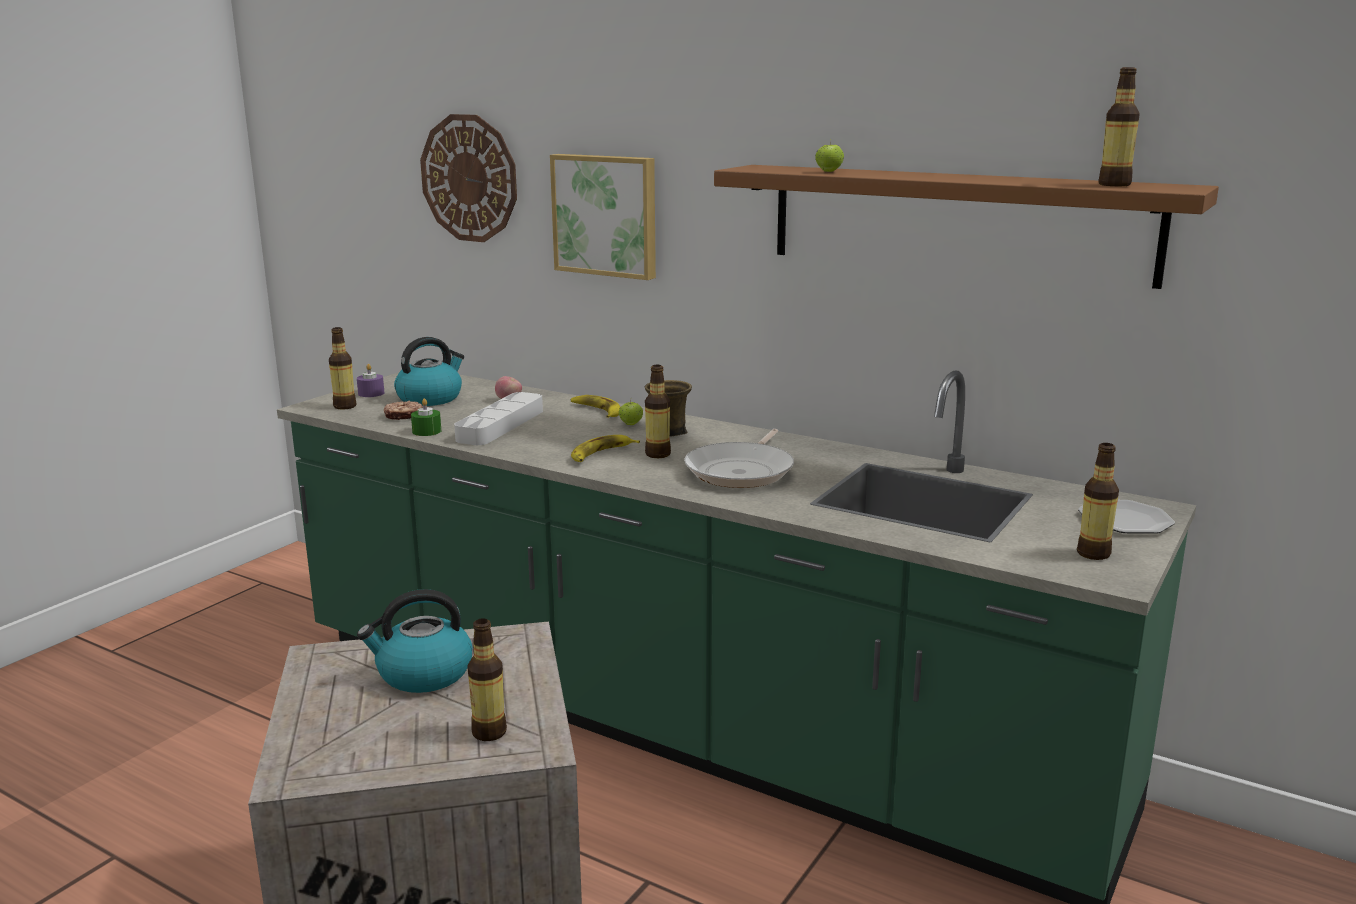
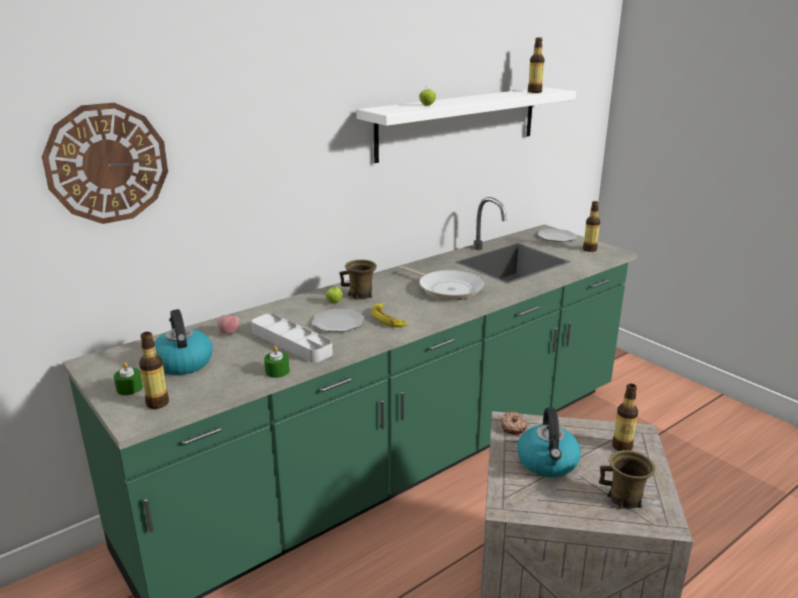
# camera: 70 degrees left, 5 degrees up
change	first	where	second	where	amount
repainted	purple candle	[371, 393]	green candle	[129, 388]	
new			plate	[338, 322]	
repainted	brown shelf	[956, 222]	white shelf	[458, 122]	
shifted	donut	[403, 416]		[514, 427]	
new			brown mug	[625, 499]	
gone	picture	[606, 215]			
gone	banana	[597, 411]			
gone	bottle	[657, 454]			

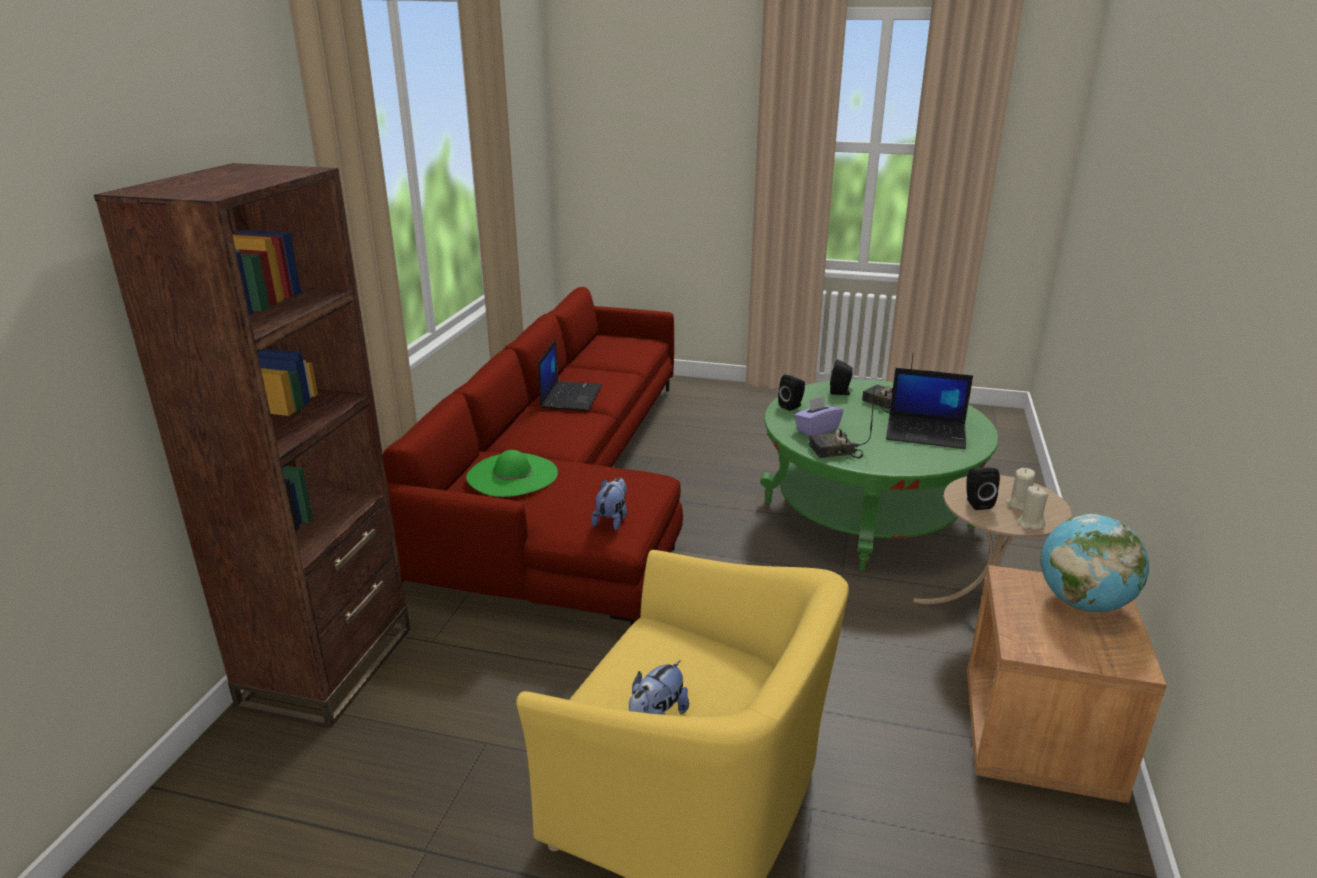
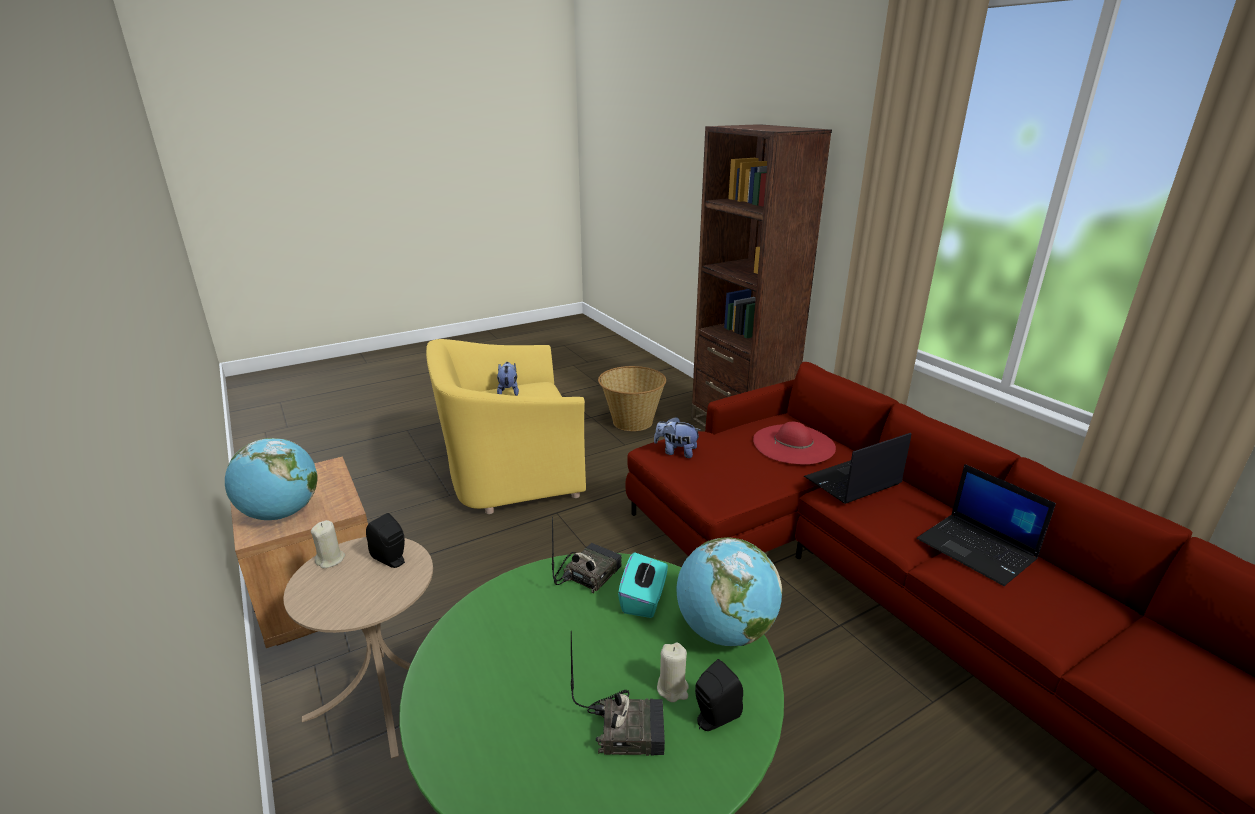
# camera: 135 degrees right, 0 degrees up
change	first	where	second	where	amount
new			basket	[632, 422]	
repainted	purple tissue box	[816, 430]	turquoise tissue box	[643, 599]	
rotated	plush toy	[612, 520]		[676, 452]	135 degrees clockwise
shifted	beige candle	[1018, 504]		[673, 688]	
swapped	black speaker	[792, 406]	globe	[724, 631]	
repainted	green hat	[512, 475]	red hat	[793, 444]	
shifted	laptop	[927, 433]		[852, 482]	

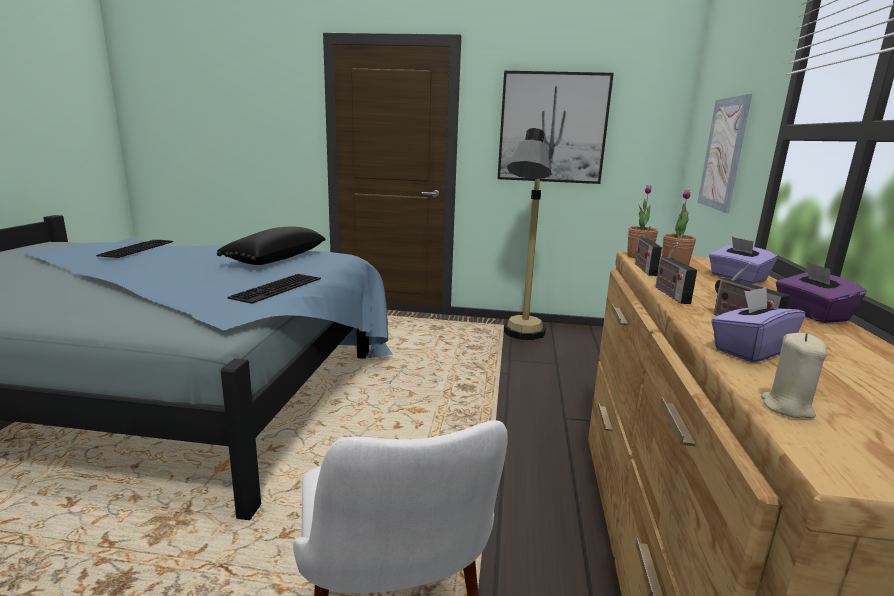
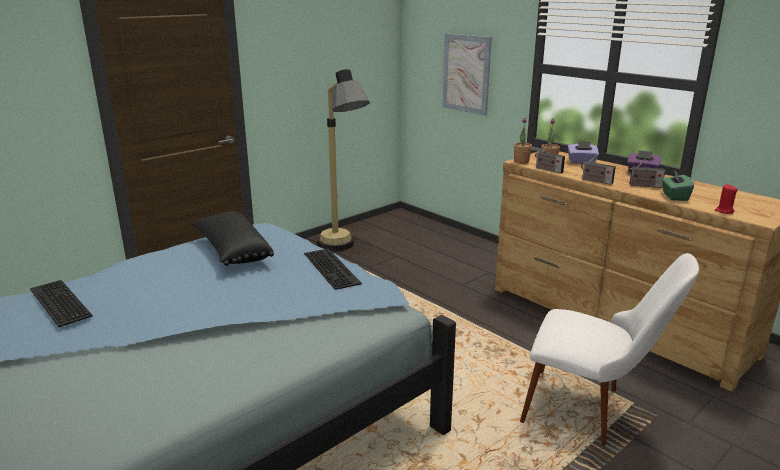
# camera: 50 degrees left, 5 degrees up
change	first	where	second	where	amount
repainted	purple tissue box	[750, 350]	green tissue box	[674, 196]	
repainted	beige candle	[787, 407]	red candle	[724, 211]	
gone	picture	[552, 128]			

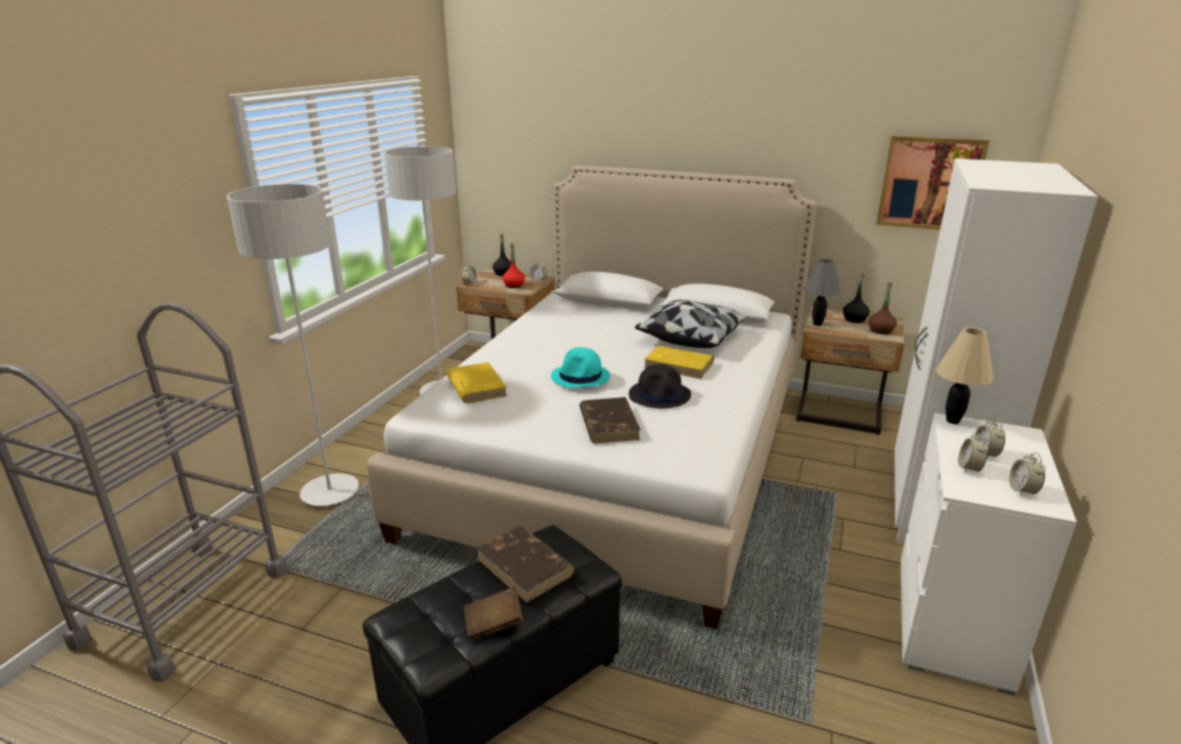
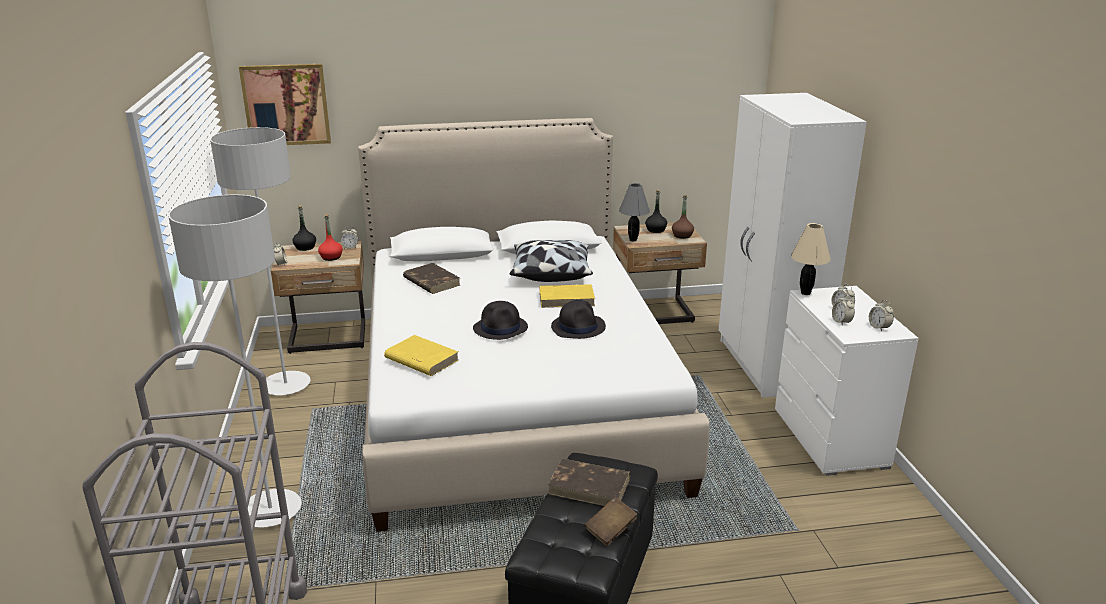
# camera: 30 degrees left, 0 degrees up
change	first	where	second	where	amount
shifted	picture	[930, 183]		[286, 104]	
shifted	brown book	[608, 423]		[431, 281]	
repainted	turquoise hat	[580, 377]	black hat	[501, 328]	

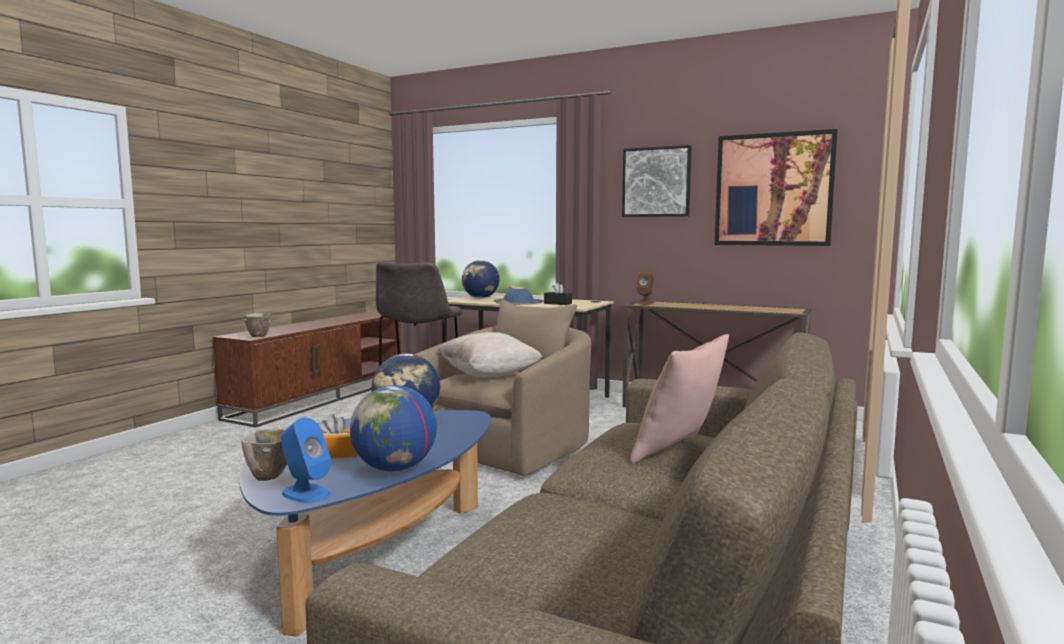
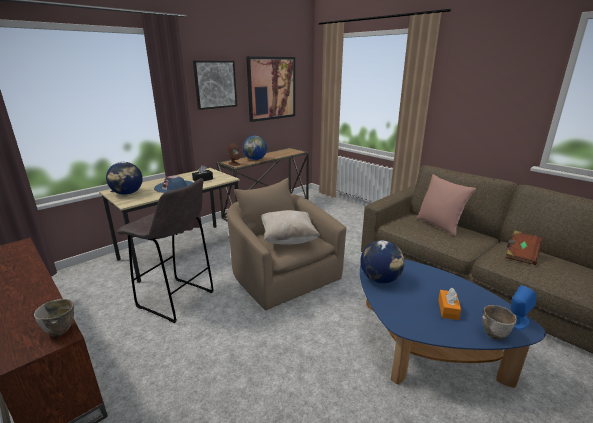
# camera: 70 degrees left, 15 degrees up
change	first	where	second	where	amount
shifted	globe	[395, 468]		[255, 159]	
new			brown book	[521, 254]	

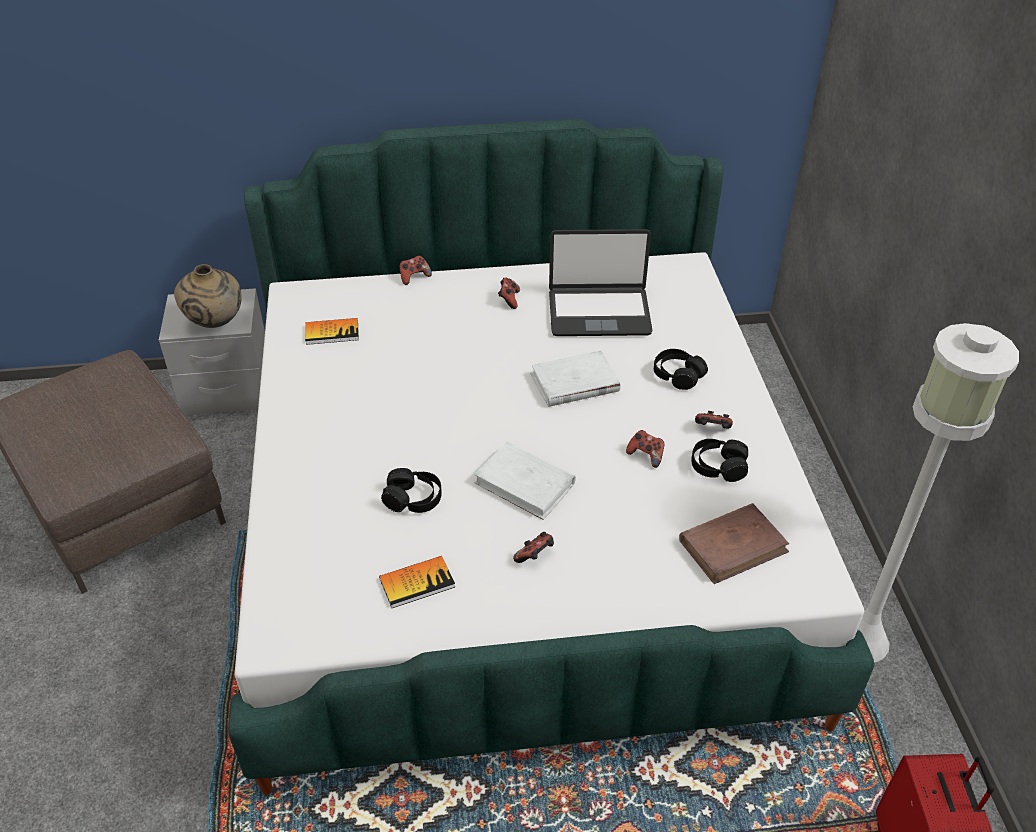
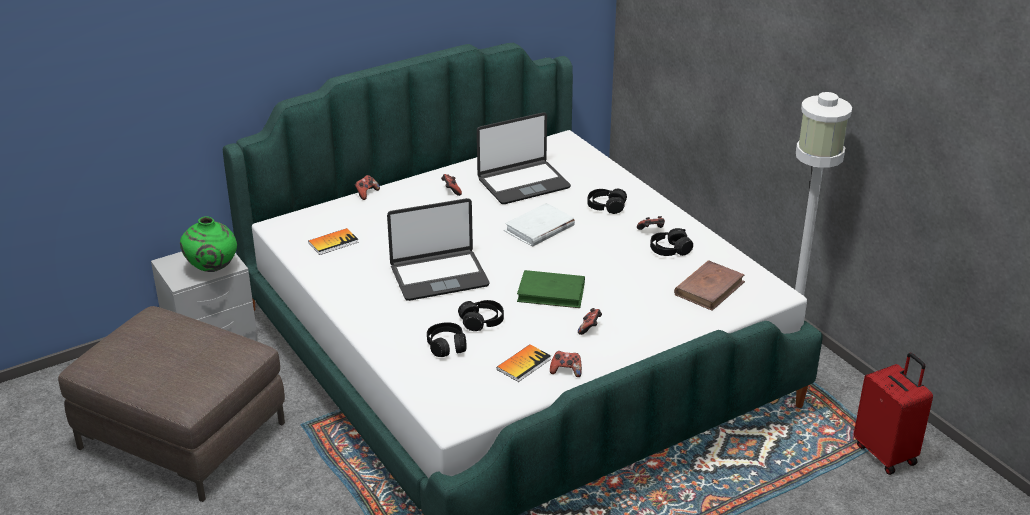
# camera: 25 degrees left, 10 degrees down
change	first	where	second	where	amount
repainted	beige vase	[216, 323]	green vase	[212, 269]	
new			laptop	[439, 276]	
new			black headphones	[446, 346]	
repainted	white book	[525, 483]	green book	[551, 292]	
shifted	game controller	[646, 455]		[566, 371]	

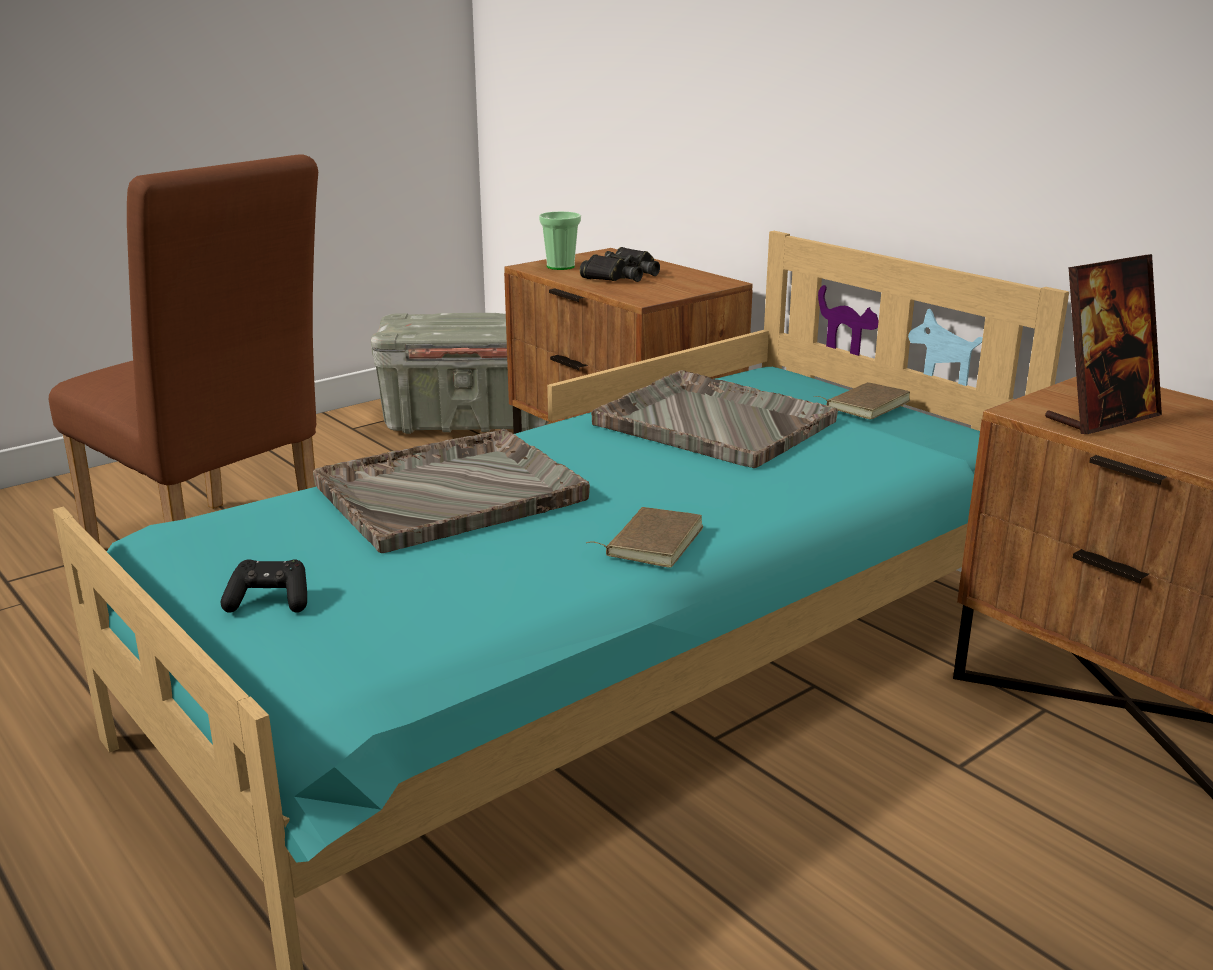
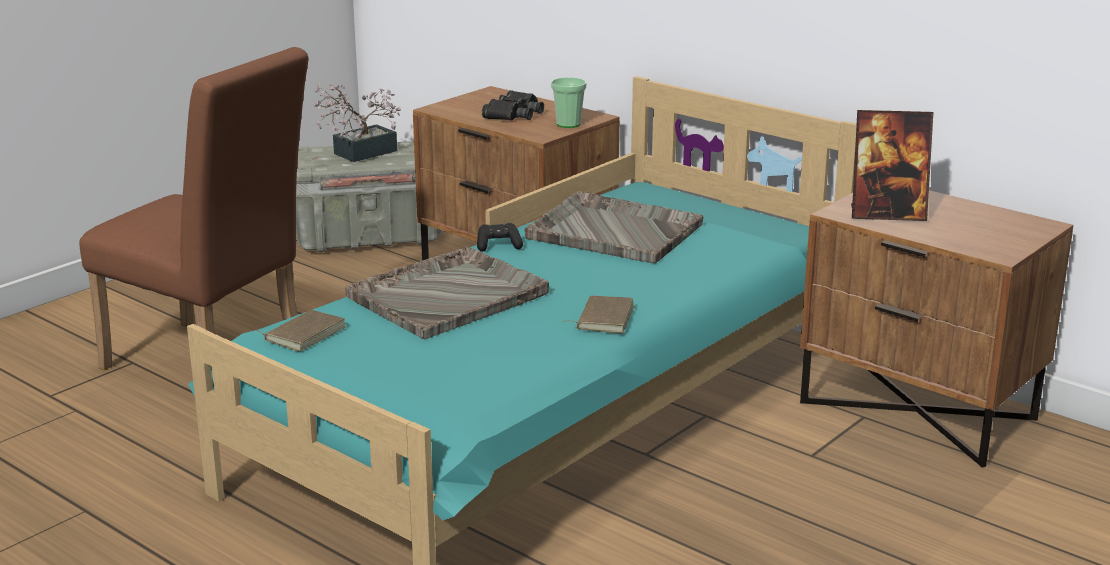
# camera: 10 degrees left, 0 degrees up
change	first	where	second	where	amount
shifted	brown book	[865, 404]		[303, 334]	
new			potted plant	[359, 153]	
shifted	black game controller	[270, 601]		[498, 246]	
shifted	cup	[560, 266]		[568, 124]	
rotated	picture frame	[1102, 418]		[887, 214]	45 degrees clockwise

